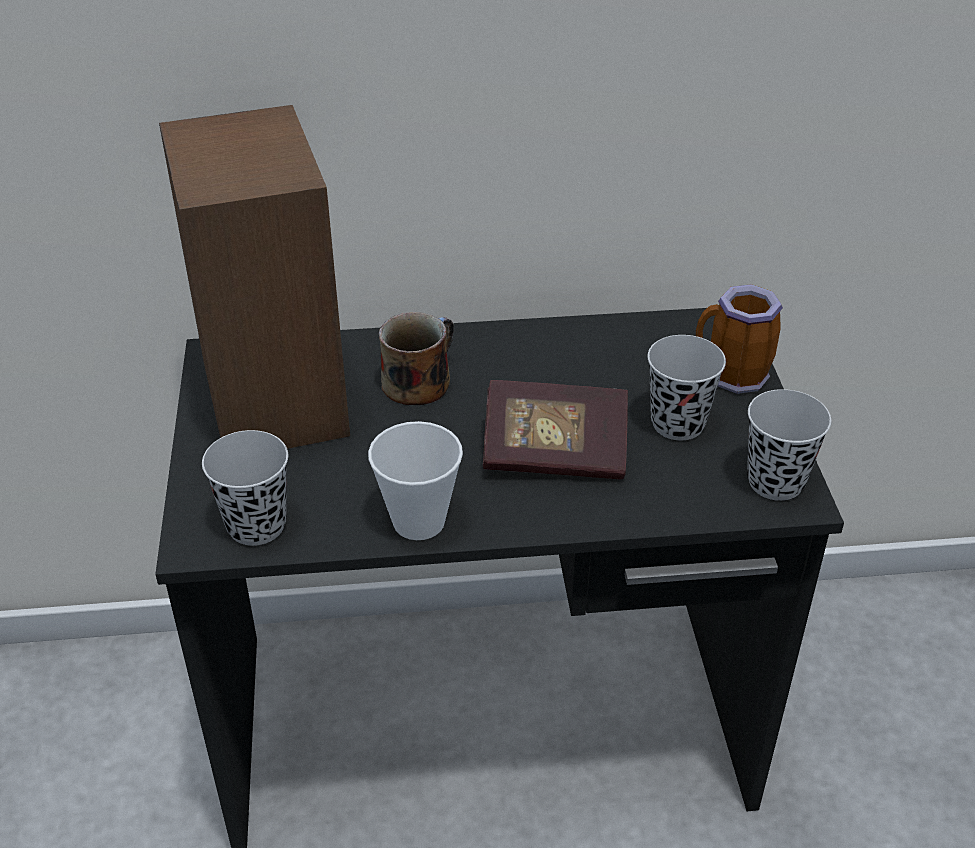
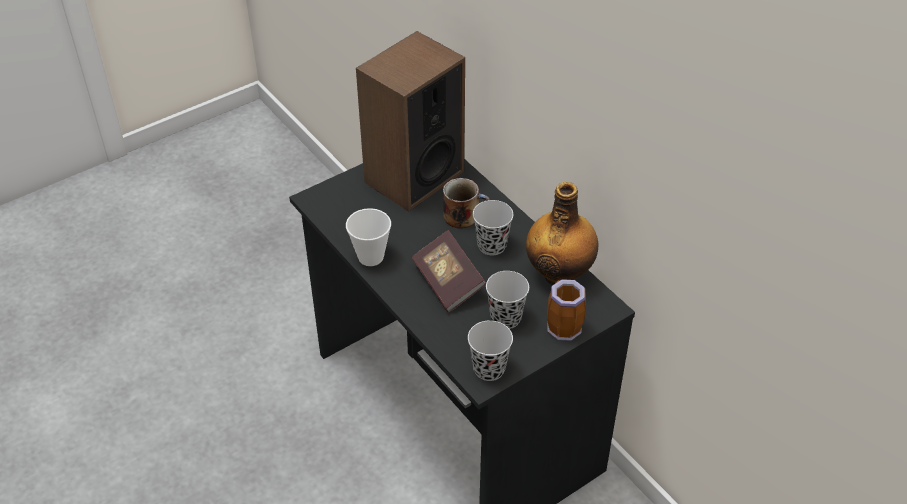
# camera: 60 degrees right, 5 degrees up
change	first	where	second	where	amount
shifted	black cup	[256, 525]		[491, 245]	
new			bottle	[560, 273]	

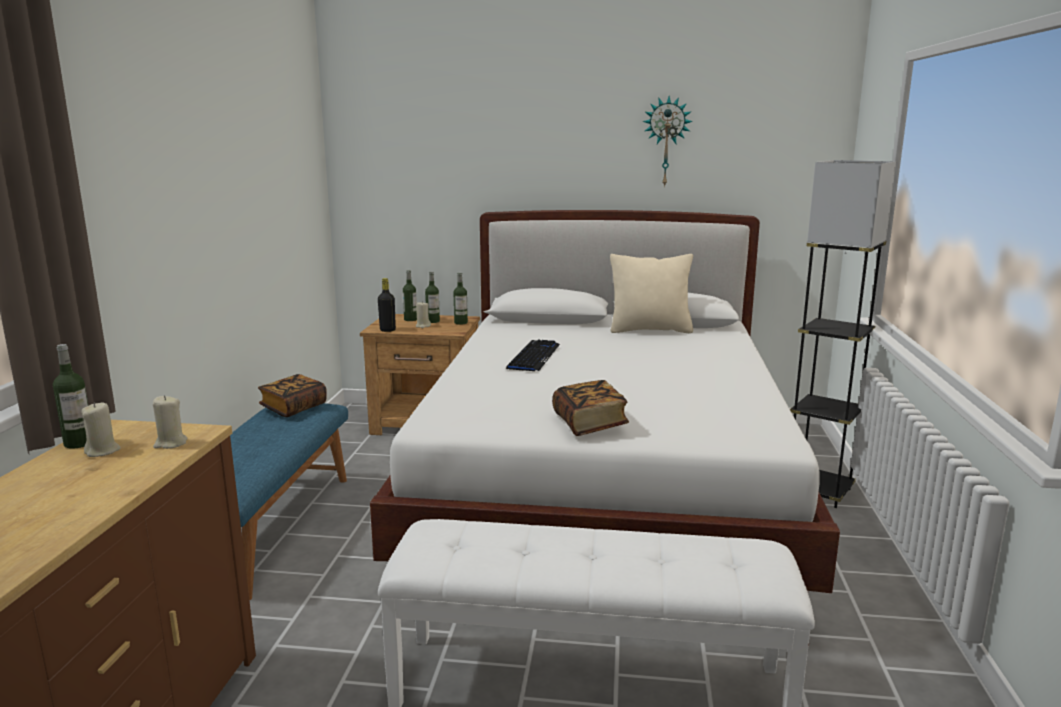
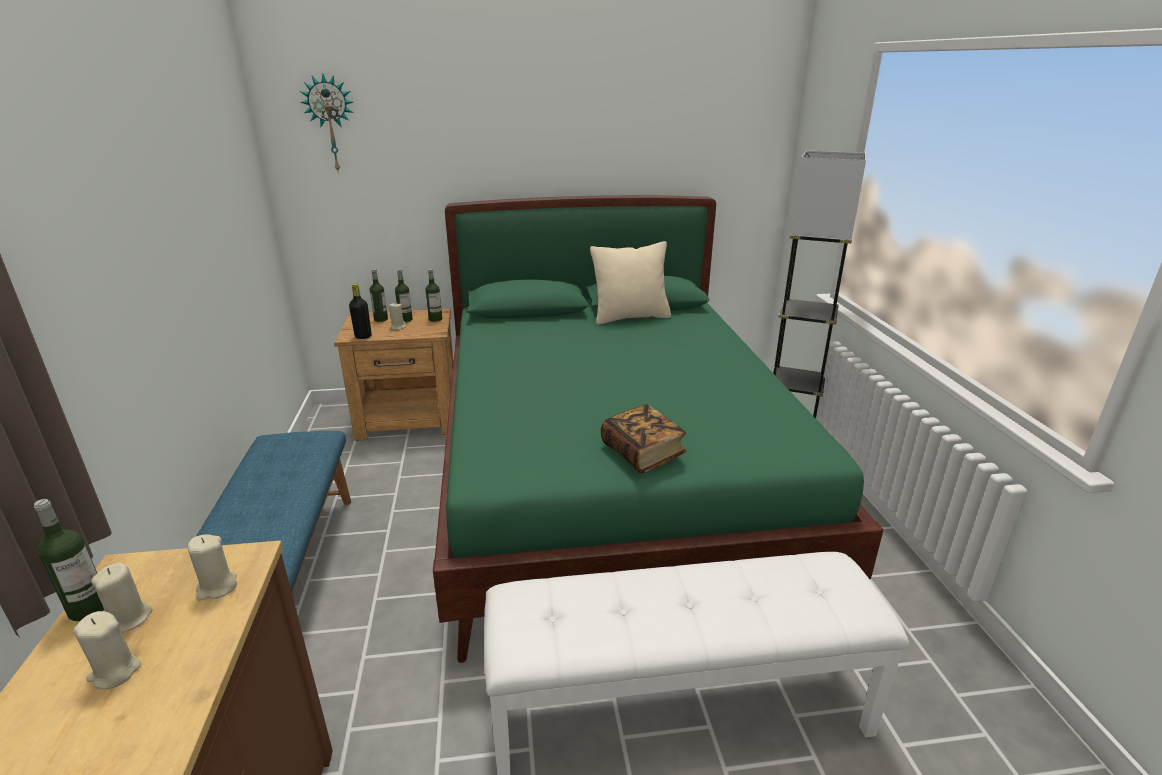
# camera: 15 degrees left, 10 degrees up
change	first	where	second	where	amount
new			beige candle	[115, 672]	
shifted	wall clock	[666, 141]		[331, 124]	
repainted	white bed	[605, 497]	green bed	[611, 483]	
gone	book	[294, 407]			
gone	keyboard	[534, 357]			

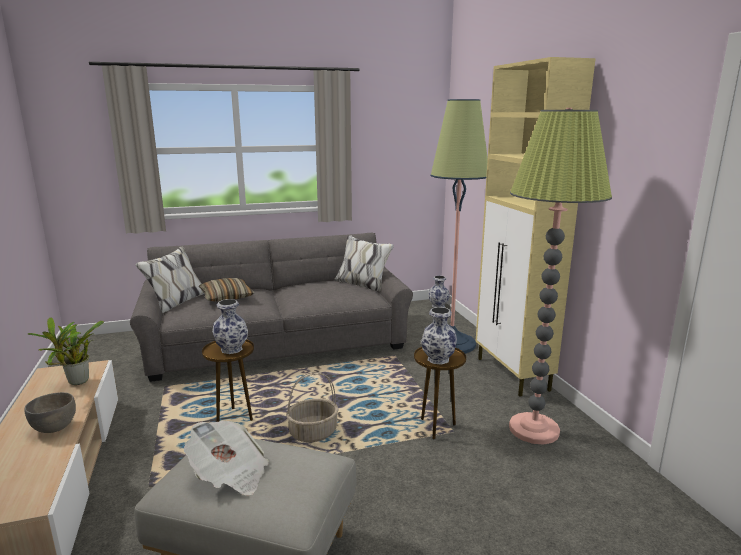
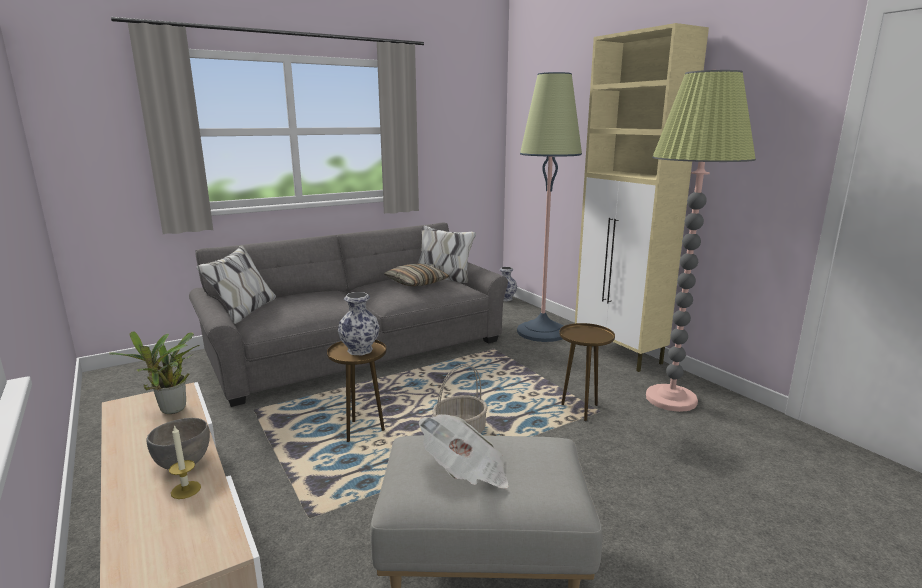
# camera: 15 degrees left, 0 degrees up
change	first	where	second	where	amount
new			candle	[186, 490]	
shifted	pillow	[226, 297]		[416, 283]	
gone	vase	[438, 359]			

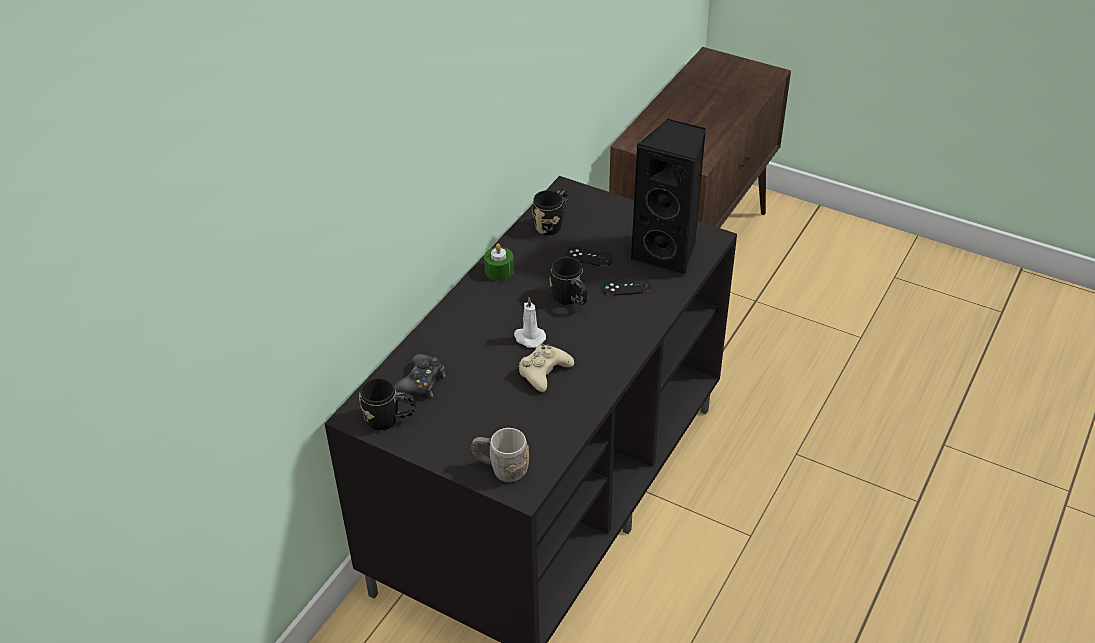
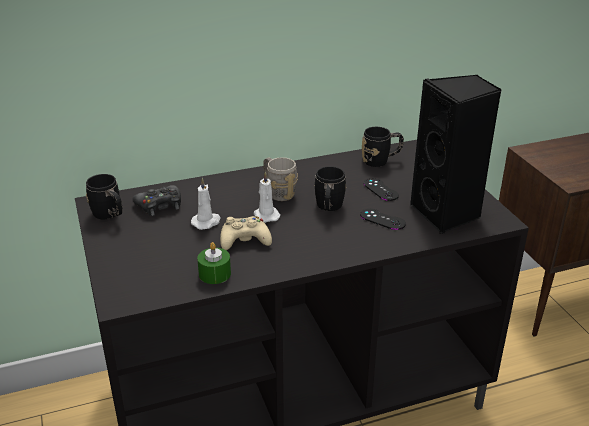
# camera: 40 degrees right, 10 degrees down
change	first	where	second	where	amount
new			white candle	[206, 222]	
shifted	green candle	[499, 271]		[214, 274]	
shifted	grey mug	[501, 469]		[278, 192]	

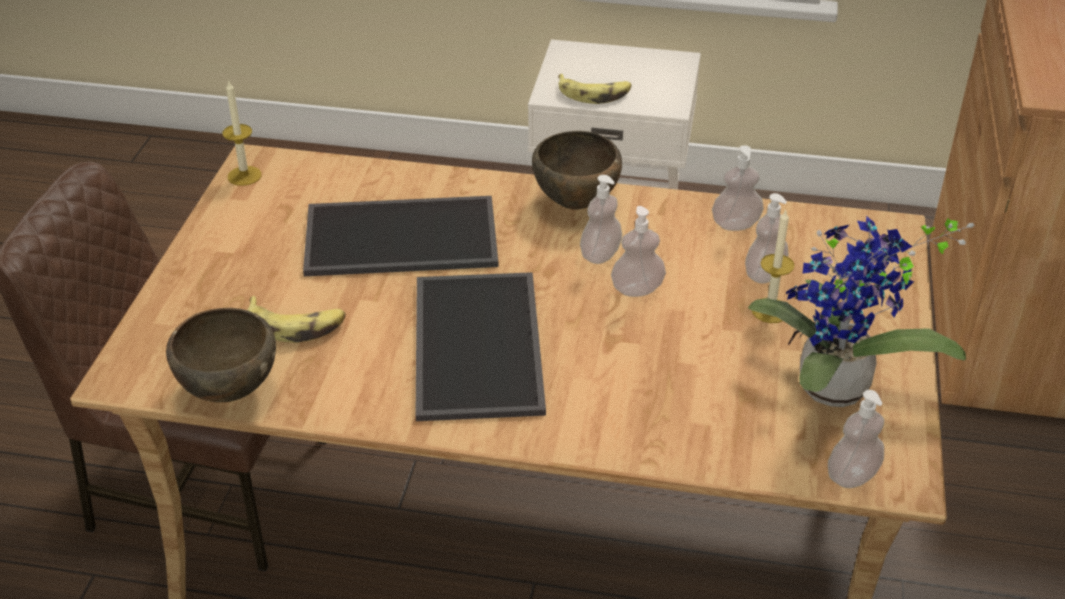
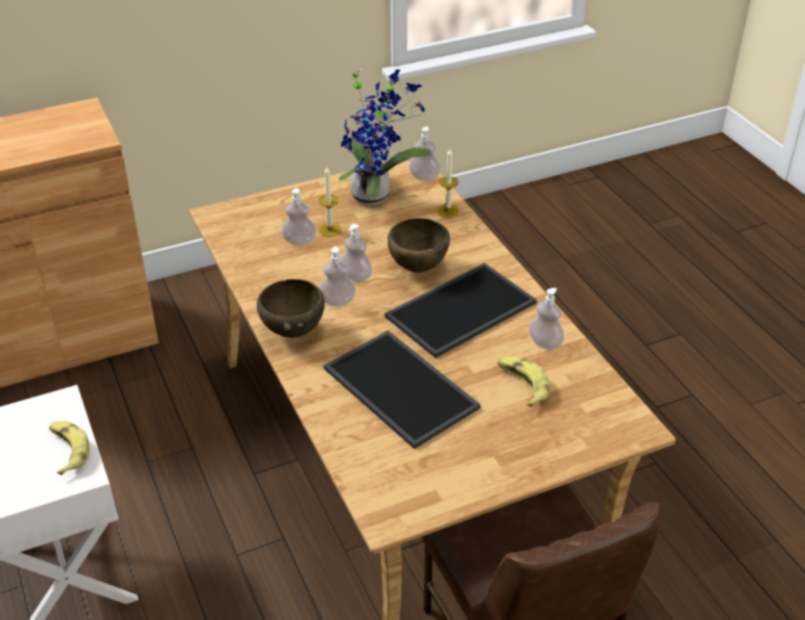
# camera: 125 degrees left, 0 degrees up
change	first	where	second	where	amount
shifted	brown bowl	[229, 391]		[418, 268]	
shifted	candle	[244, 176]		[448, 211]	
shifted	soap dispenser	[735, 224]		[545, 343]	

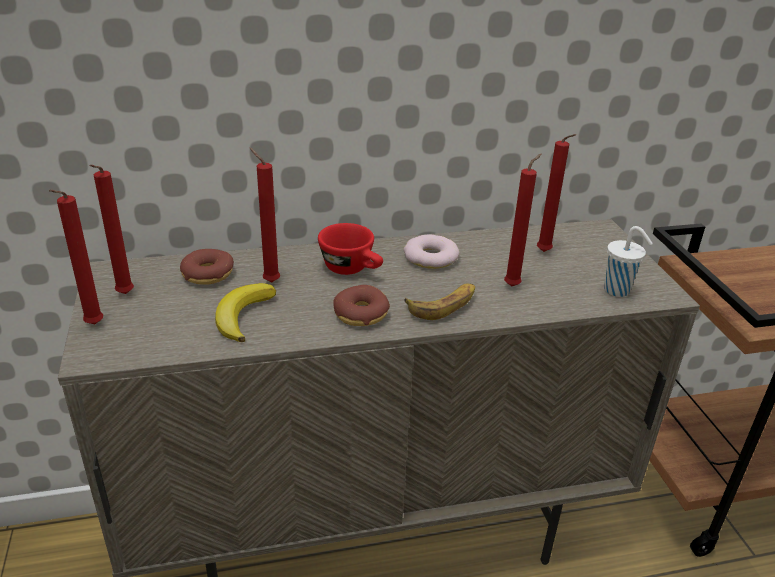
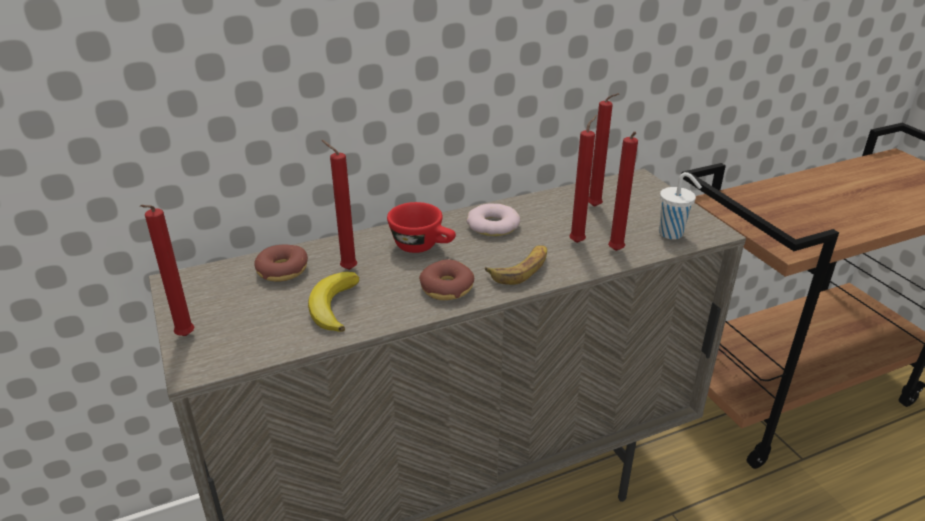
# camera: 10 degrees left, 0 degrees up
change	first	where	second	where	amount
shifted	red candle	[123, 295]		[616, 252]	

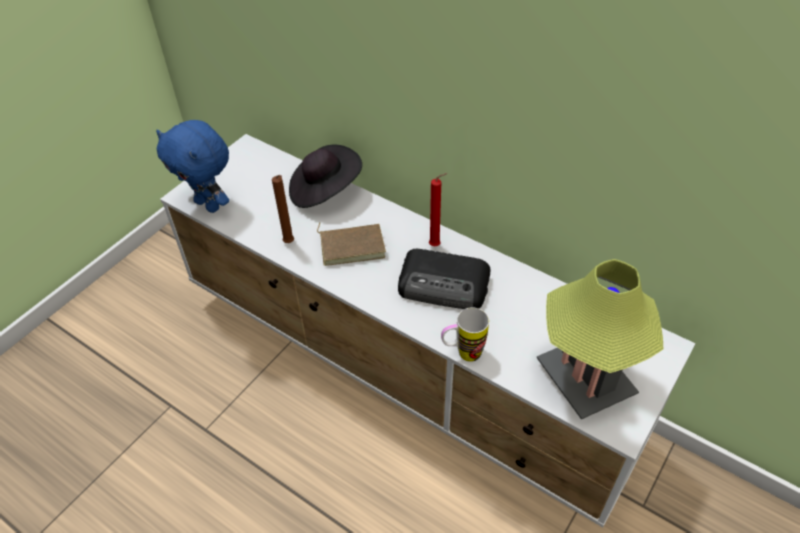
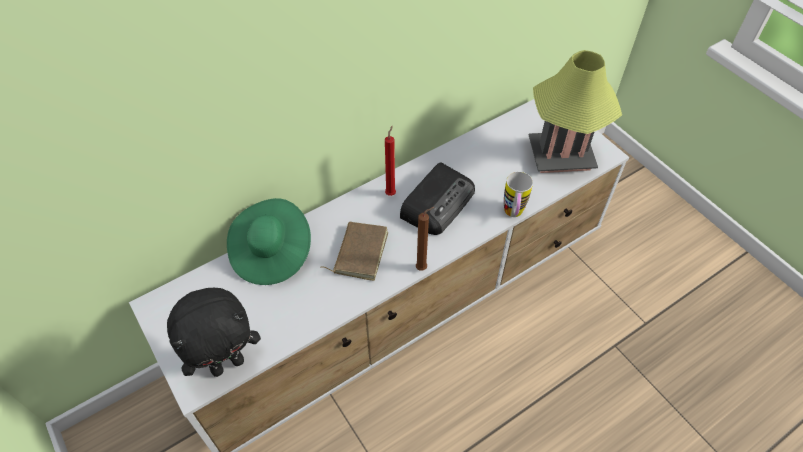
# camera: 70 degrees left, 5 degrees up
change	first	where	second	where	amount
repainted	blue plush toy	[209, 205]	black plush toy	[227, 363]	
repainted	black hat	[324, 190]	green hat	[271, 253]	
shifted	brown candle	[290, 243]		[423, 268]	

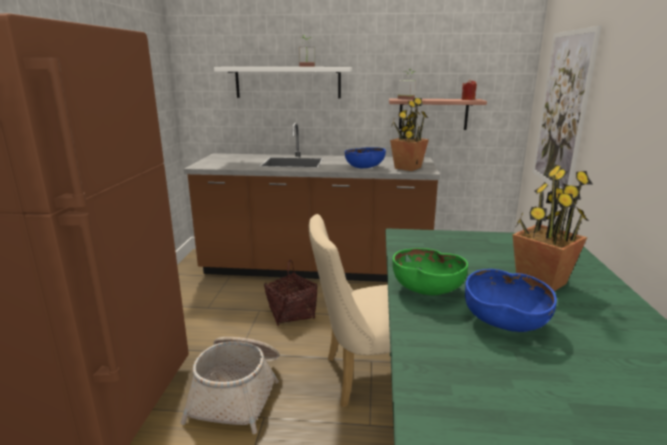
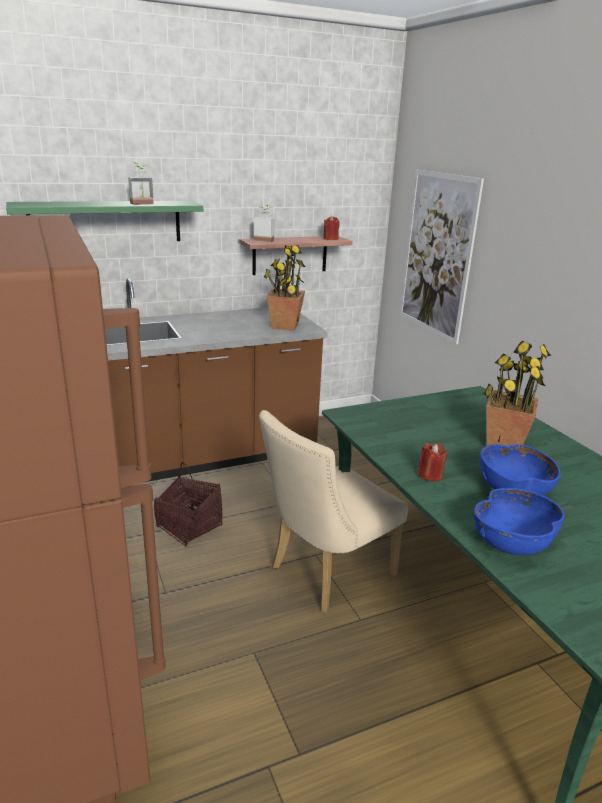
# camera: 30 degrees left, 5 degrees up
change	first	where	second	where	amount
repainted	white shelf	[287, 82]	green shelf	[106, 222]	
swapped	green bowl	[426, 290]	red candle	[430, 475]	
shifted	blue bowl	[364, 168]		[512, 543]	
gone	basket	[238, 392]			

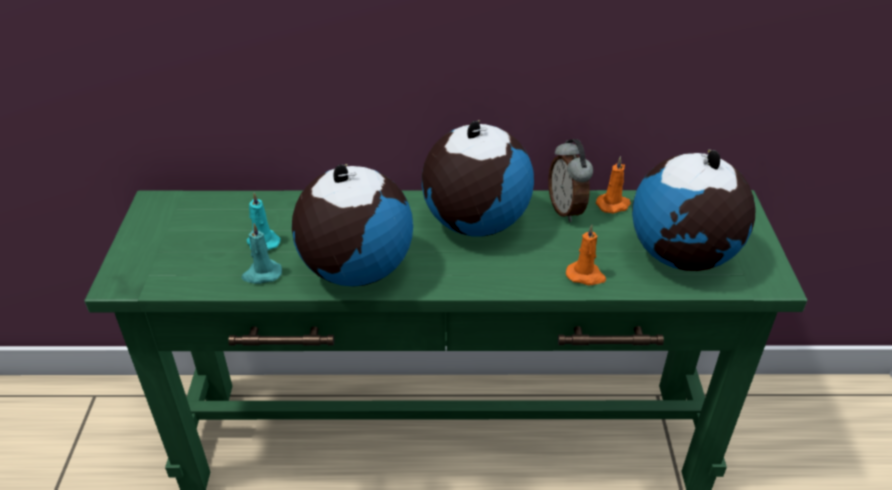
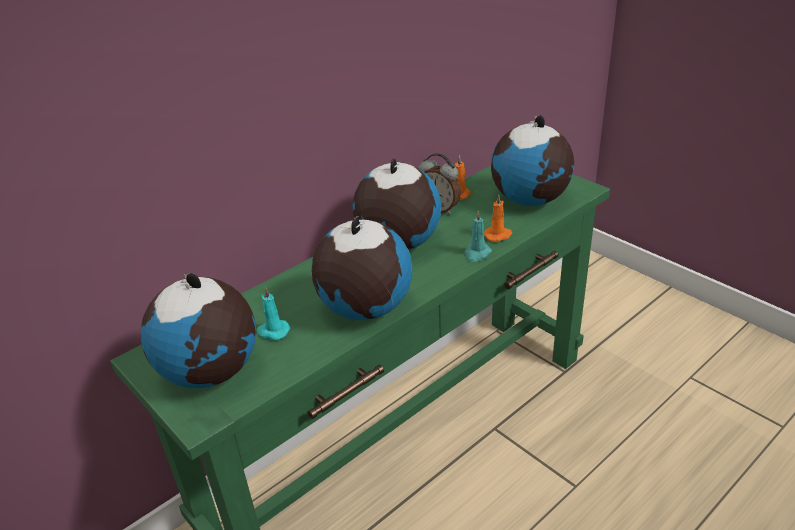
# camera: 40 degrees left, 5 degrees down
change	first	where	second	where	amount
new			globe	[211, 373]	
shifted	turquoise candle	[262, 274]		[477, 254]	

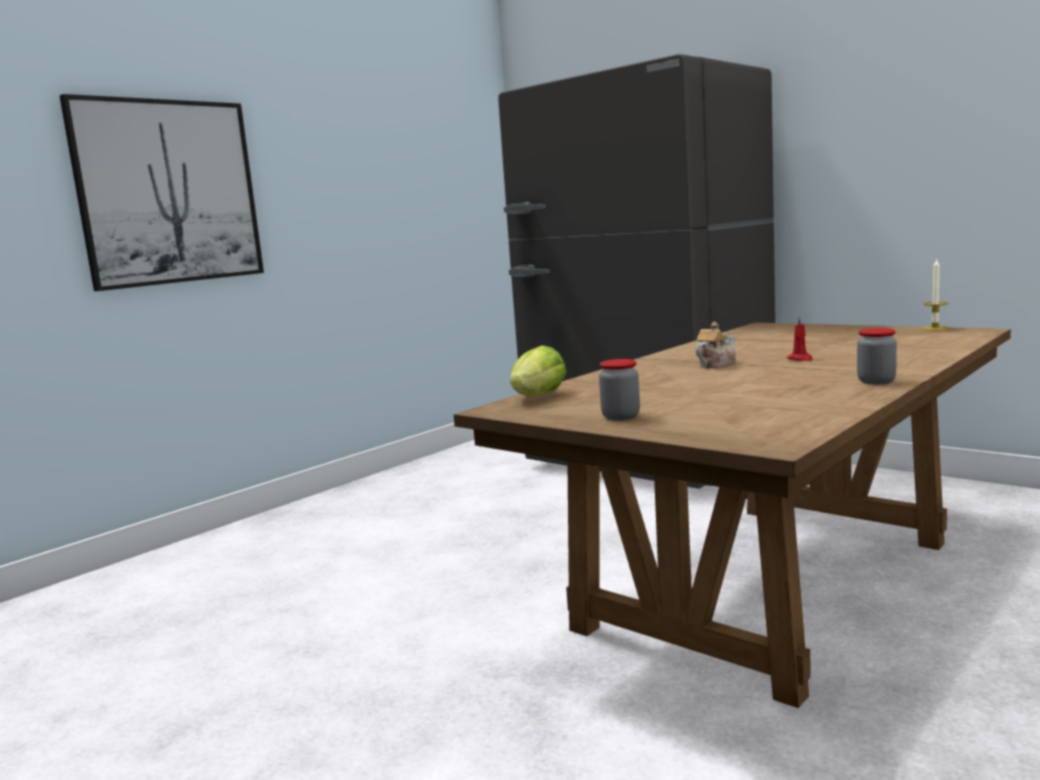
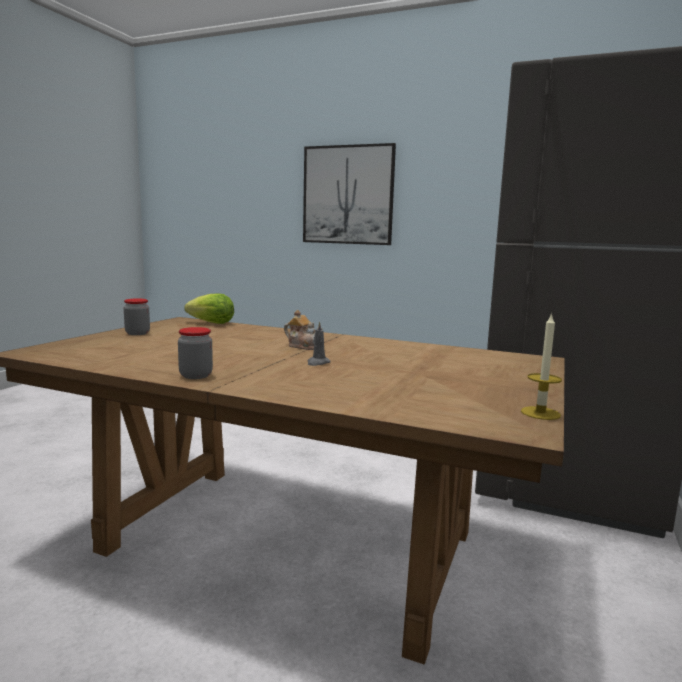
# camera: 70 degrees right, 0 degrees up
change	first	where	second	where	amount
repainted	red candle	[800, 359]	grey candle	[317, 363]	

